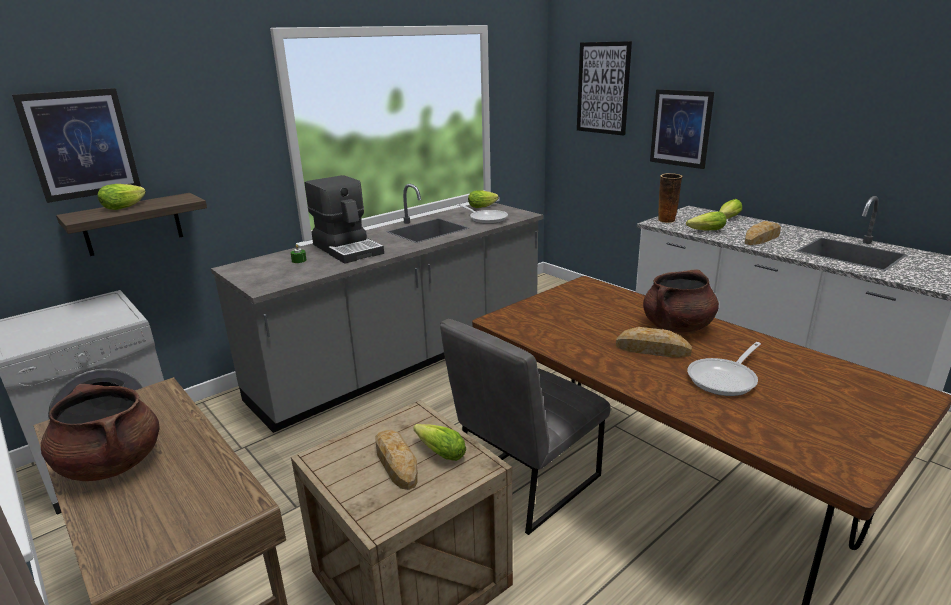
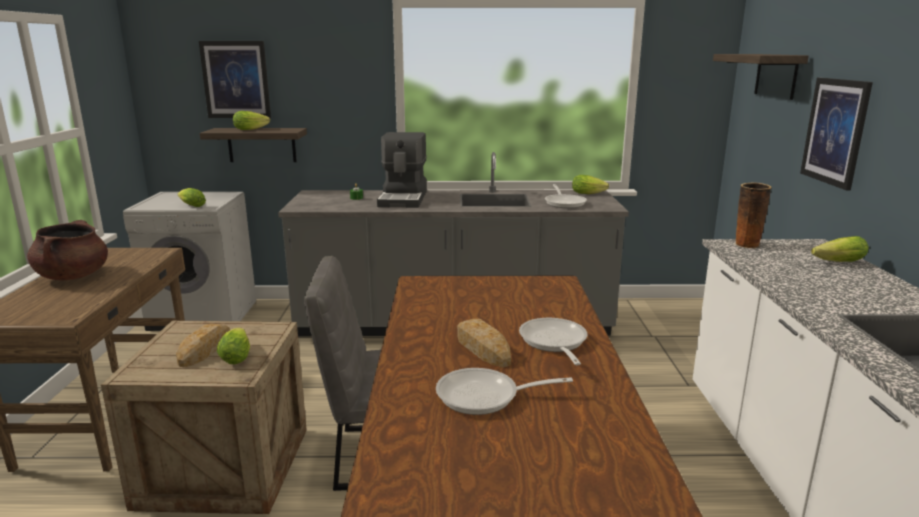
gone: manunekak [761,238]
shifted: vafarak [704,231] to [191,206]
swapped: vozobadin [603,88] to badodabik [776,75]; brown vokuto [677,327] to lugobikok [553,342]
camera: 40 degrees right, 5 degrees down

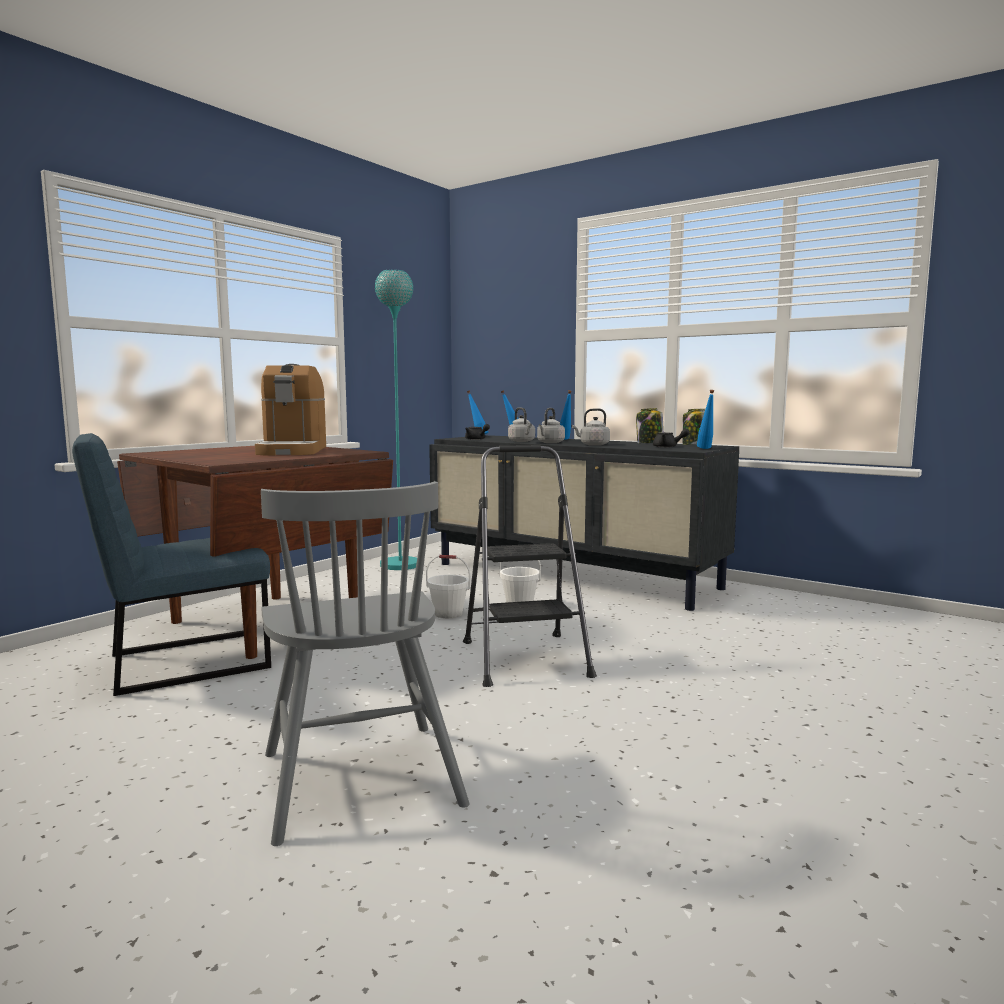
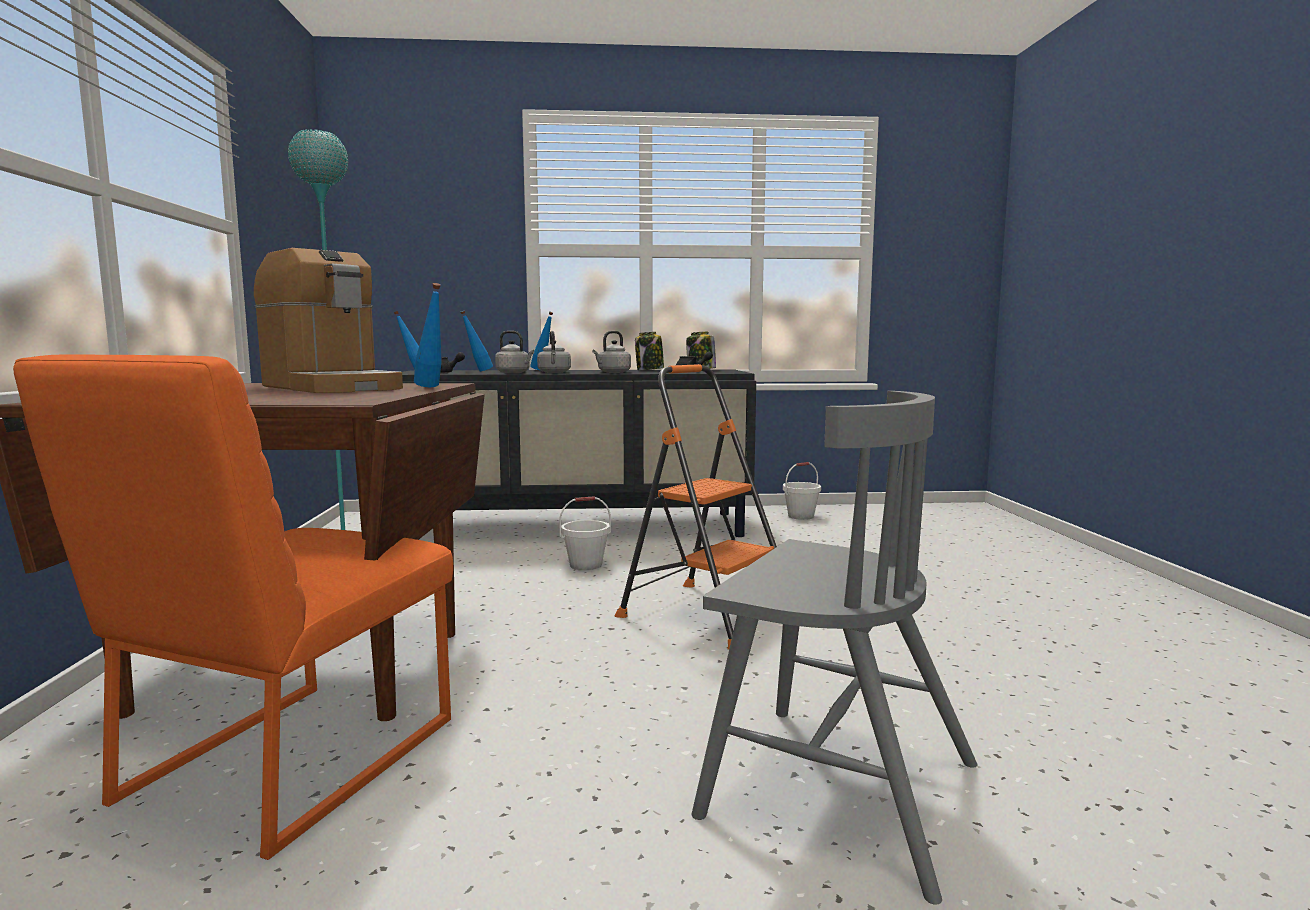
shifted: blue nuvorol [706,448] to [432,387]; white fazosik [448,614] to [801,516]
repainted: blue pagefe [183,662] to orange pagefe [284,762]; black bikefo [524,656] to orange bikefo [704,612]
camera: 40 degrees left, 0 degrees up

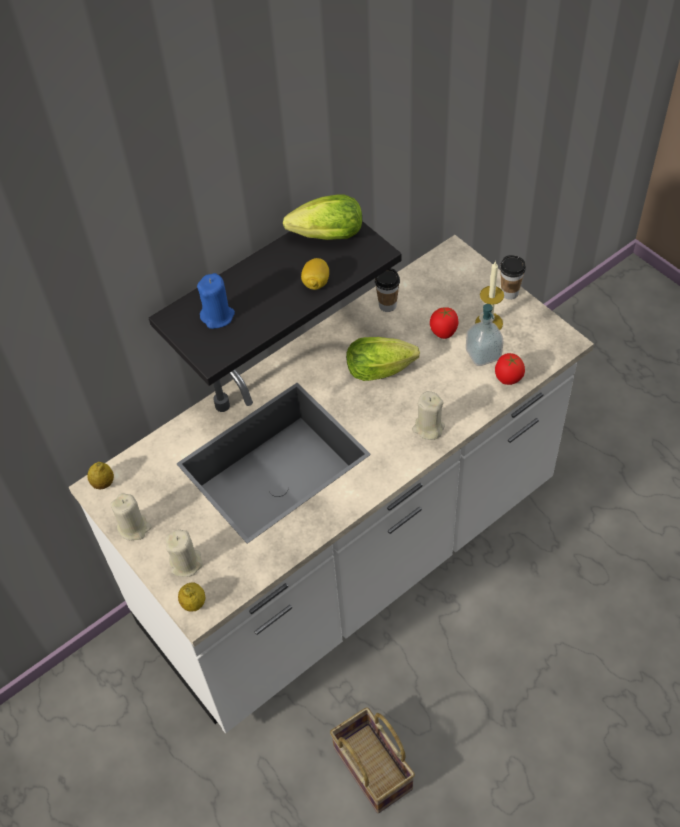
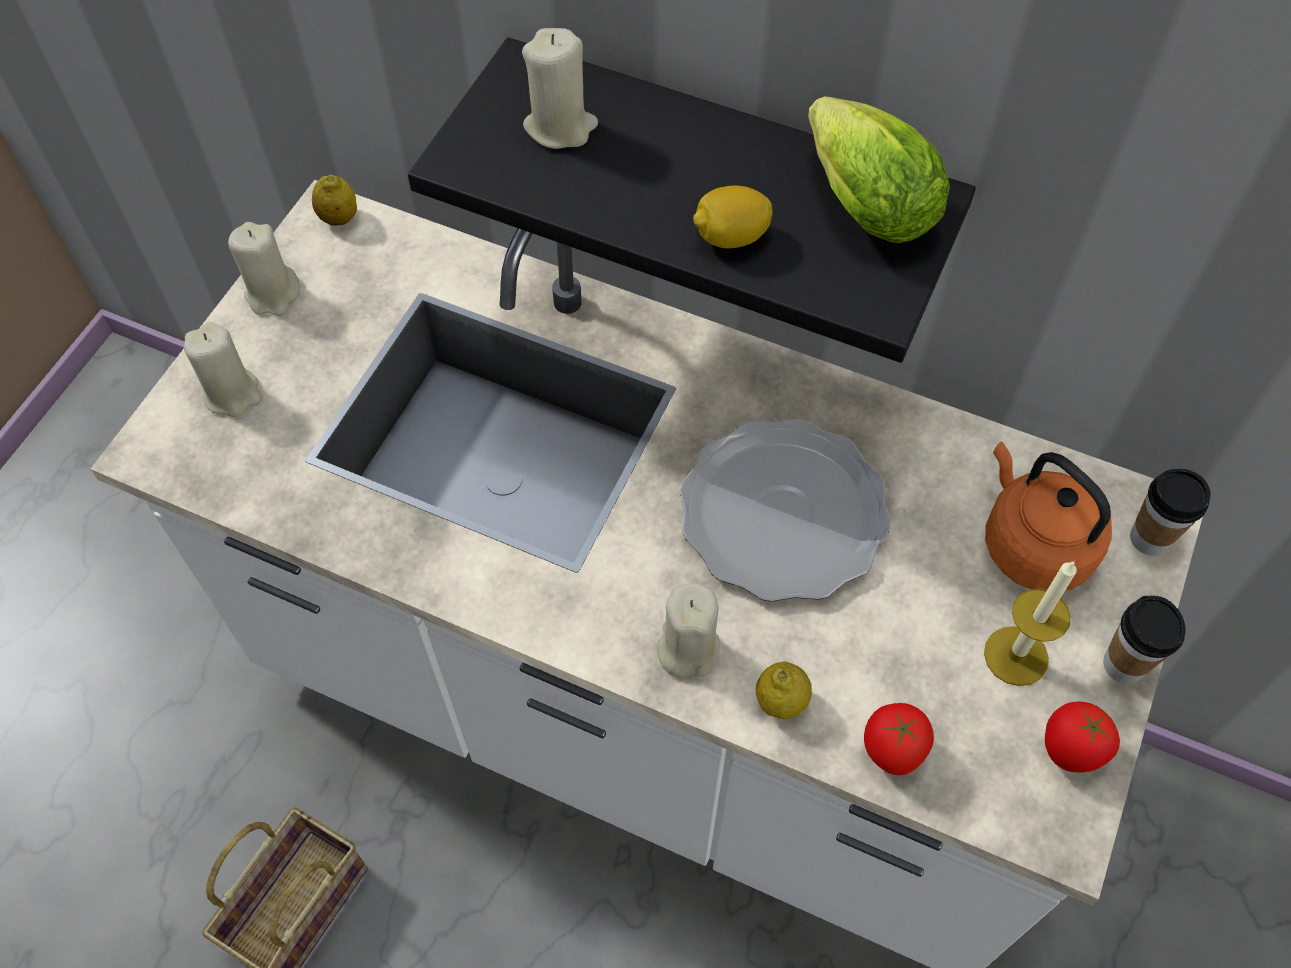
gone: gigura [483,354]
new: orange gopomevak [1032,544]
shifted: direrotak [387,305] to [1149,538]; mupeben [443,333] to [1069,751]; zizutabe [194,603] to [781,701]
swapped: vafarak [383,369] to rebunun [783,512]
repainted: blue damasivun [218,316] to beige damasivun [560,126]
camera: 60 degrees right, 5 degrees up

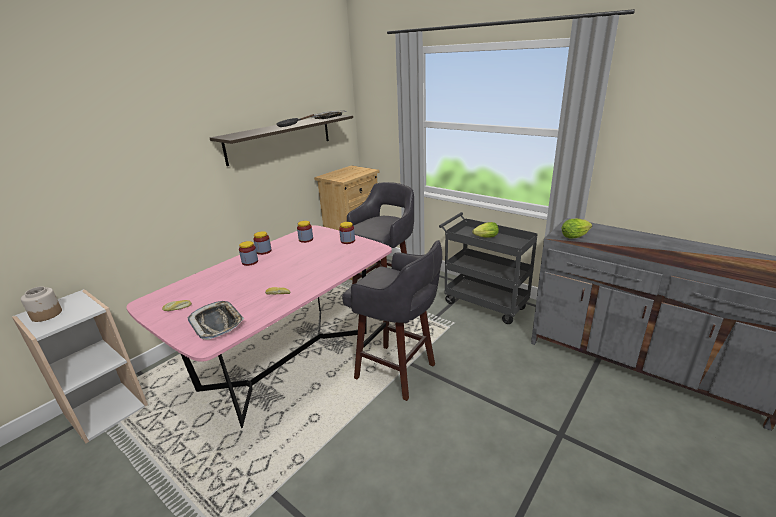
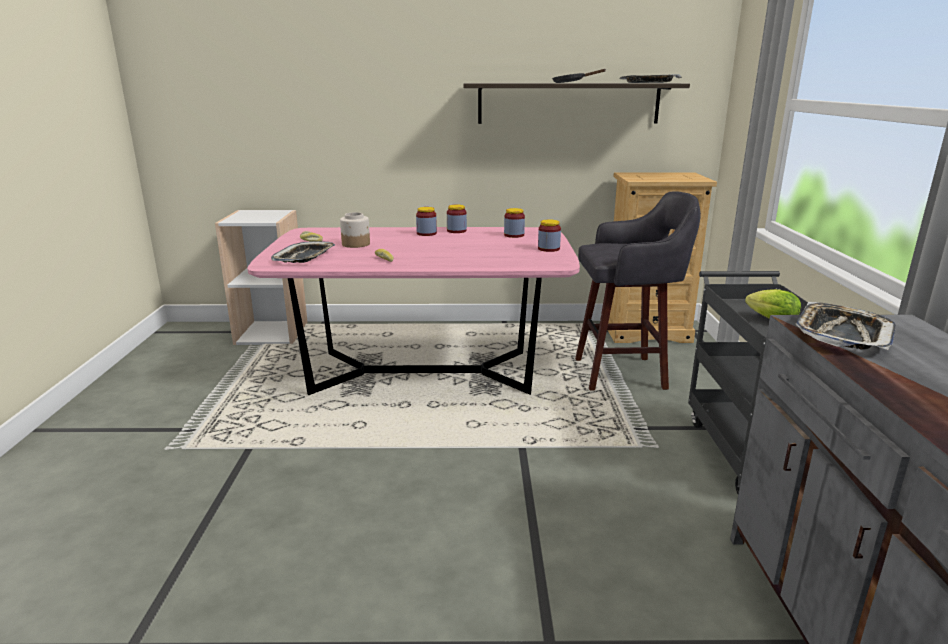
gone: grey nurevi [398,373]
shifted: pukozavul [47,314] to [356,244]
swapped: vafarak [576,236] to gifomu [842,334]
camera: 50 degrees right, 5 degrees down

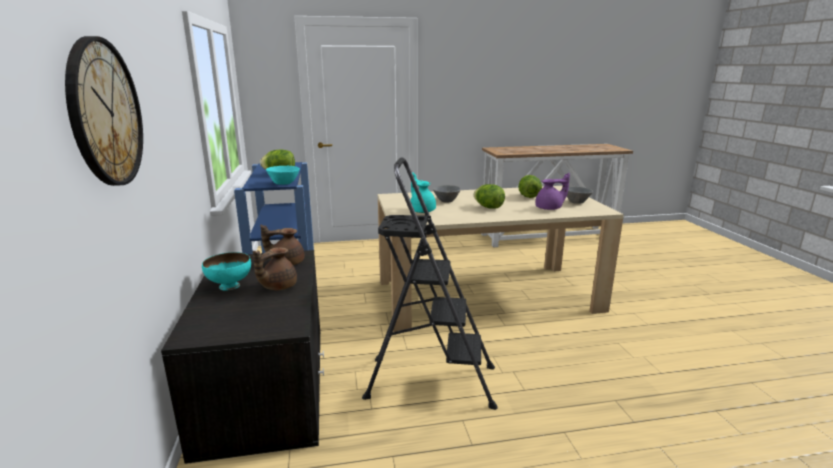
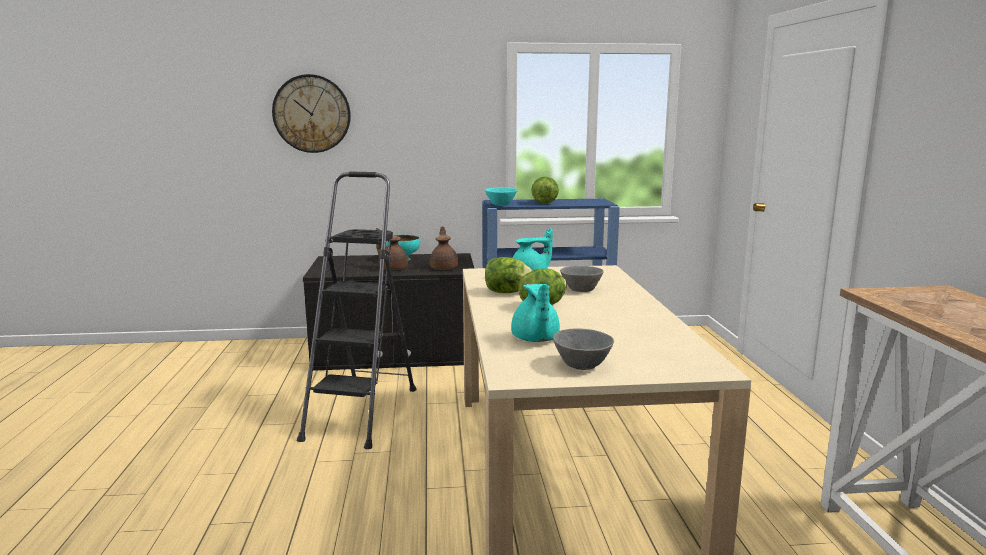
shifted: vafarak [528,196] to [507,292]
repainted: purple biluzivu [550,208] to turquoise biluzivu [535,339]
camera: 95 degrees right, 5 degrees down

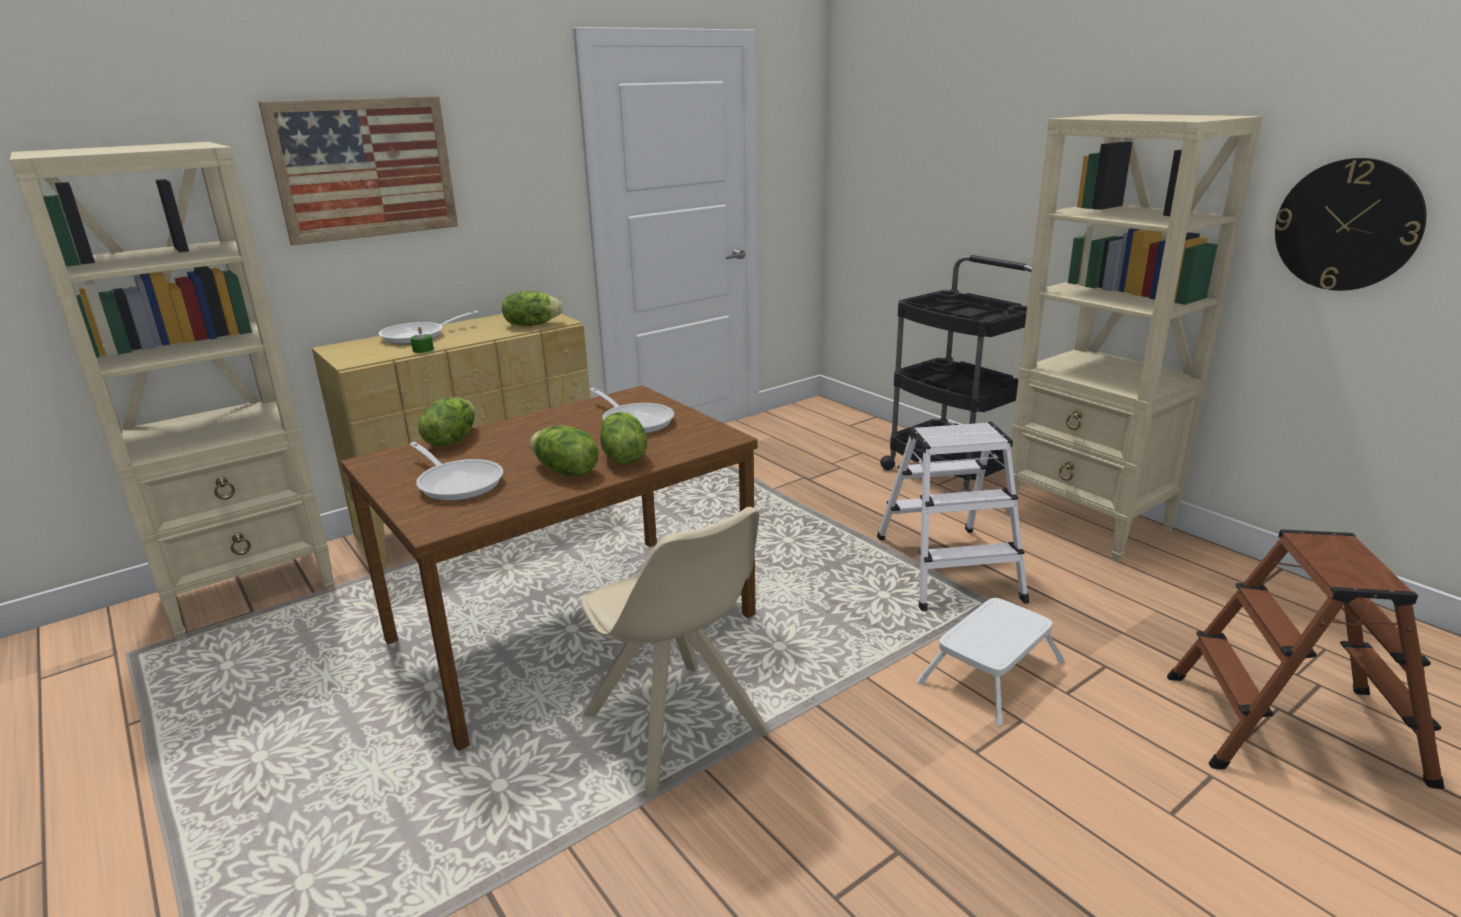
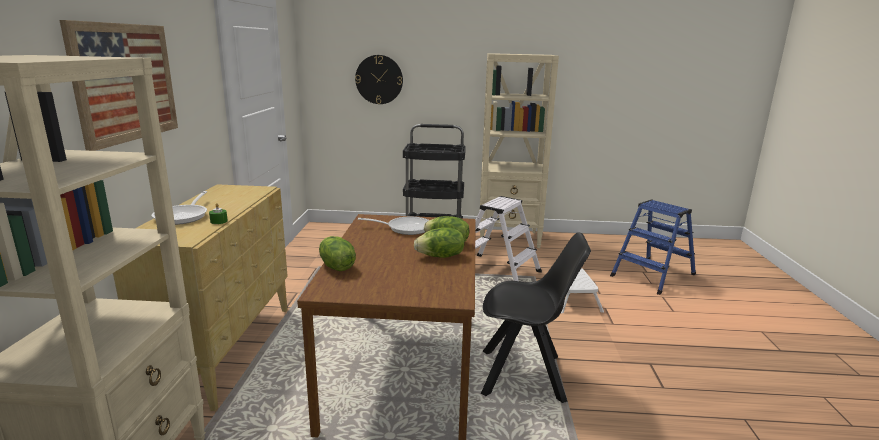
gone: vafarak [531,324]; lugobikok [458,483]
shifted: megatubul [1347,225] to [379,79]
repainted: beige pagefe [677,728] to black pagefe [525,376]; brown bikefo [1293,727] to blue bikefo [653,275]
camera: 50 degrees left, 5 degrees down

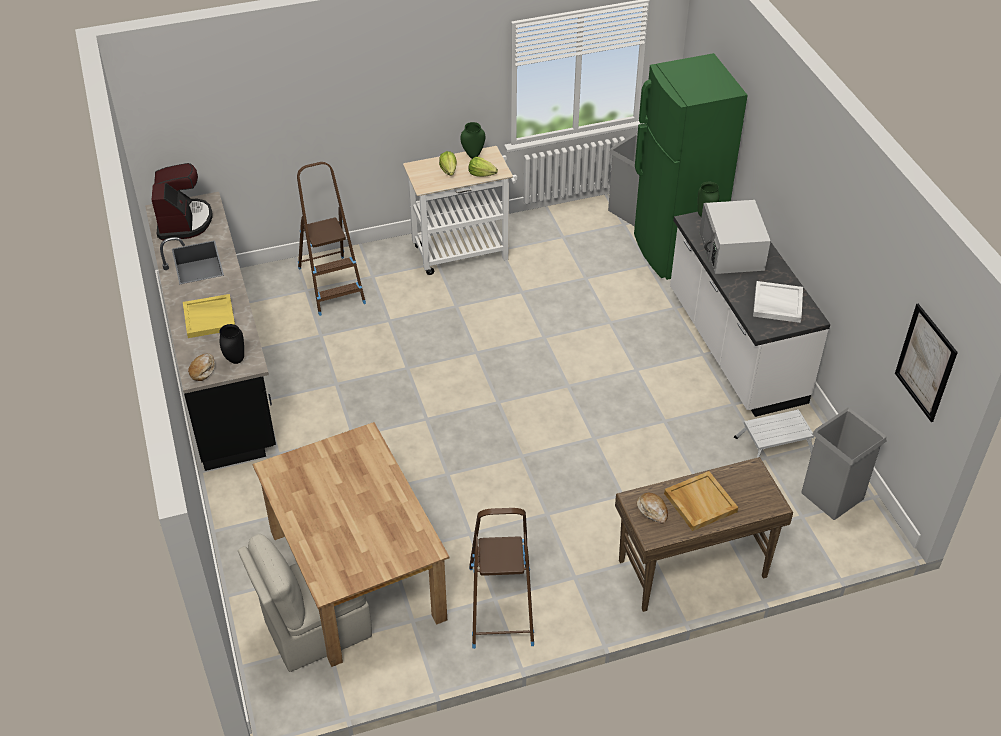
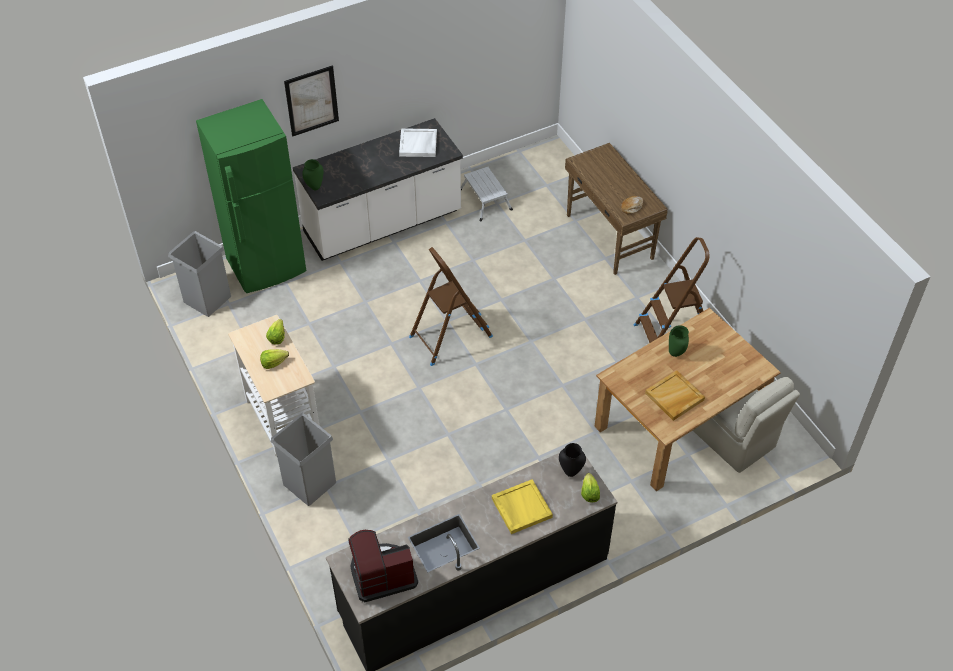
gone: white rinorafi [732,251]
shifted: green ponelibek [473,156] to [676,353]; brown bikefo [331,285] to [451,336]; vozobadin [925,363] to [311,101]; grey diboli [832,495] to [309,483]; beige gifomu [699,502] to [674,397]
swapped: manunekak [203,370] to vafarak [589,493]
camera: 100 degrees left, 5 degrees up

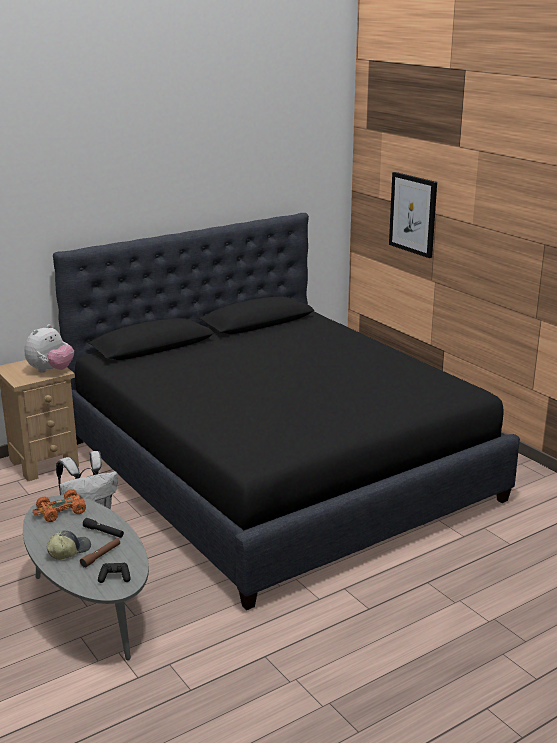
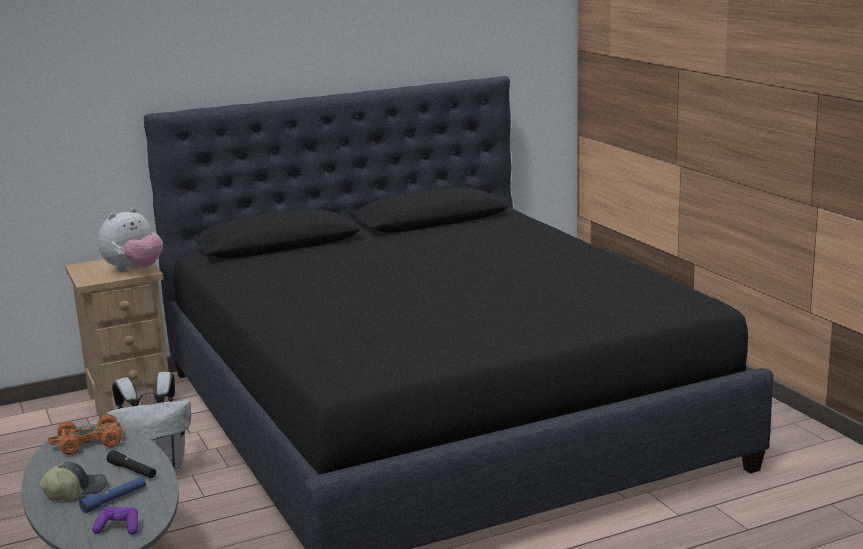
gone: vozobadin [413,214]
repainted: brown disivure [101,556] to blue disivure [114,500]; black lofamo [115,577] to purple lofamo [119,528]
camera: 10 degrees right, 5 degrees down

